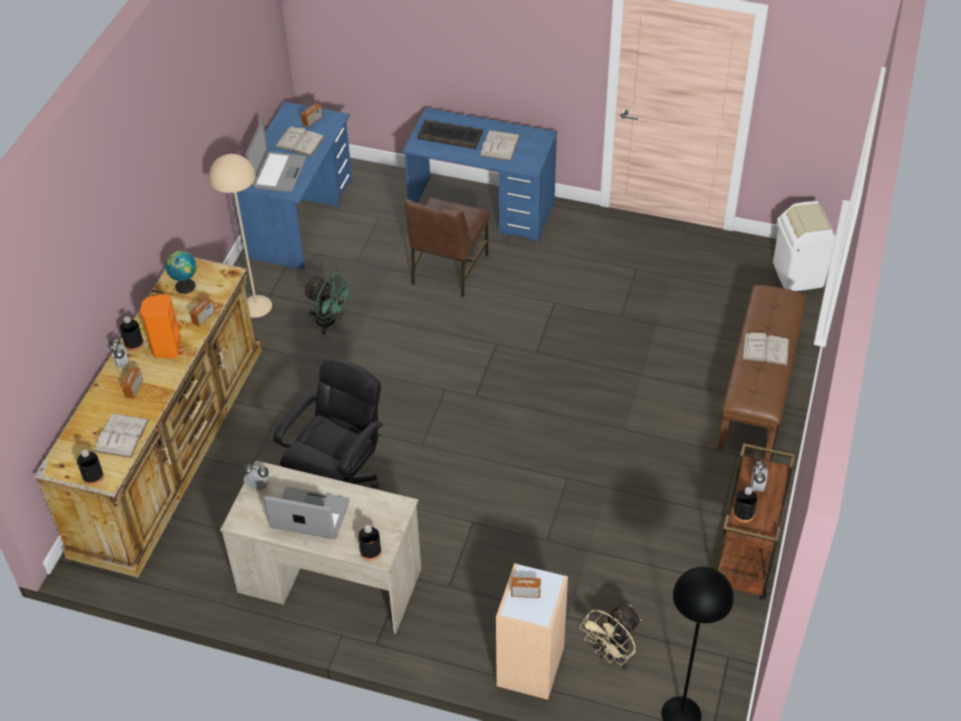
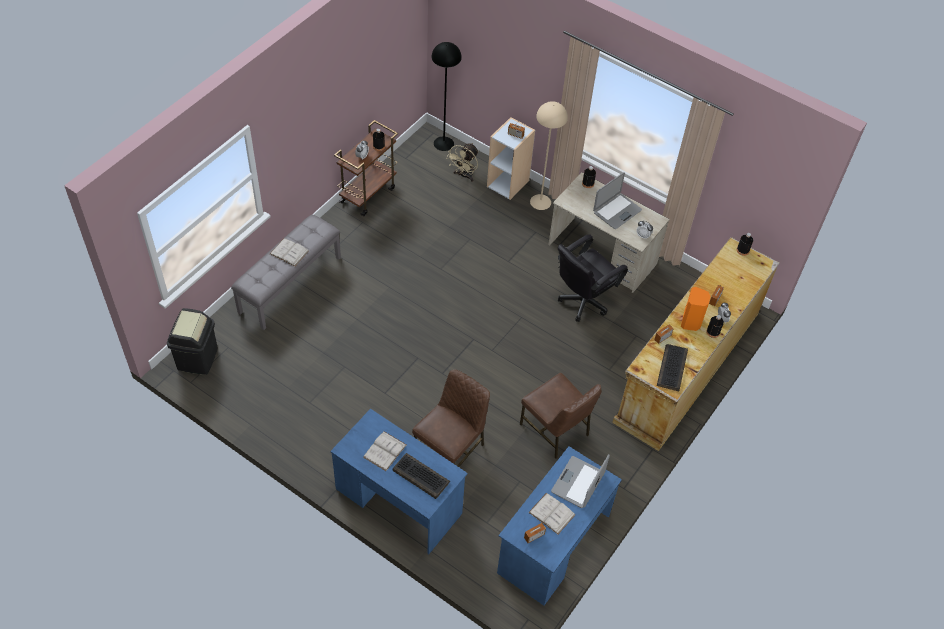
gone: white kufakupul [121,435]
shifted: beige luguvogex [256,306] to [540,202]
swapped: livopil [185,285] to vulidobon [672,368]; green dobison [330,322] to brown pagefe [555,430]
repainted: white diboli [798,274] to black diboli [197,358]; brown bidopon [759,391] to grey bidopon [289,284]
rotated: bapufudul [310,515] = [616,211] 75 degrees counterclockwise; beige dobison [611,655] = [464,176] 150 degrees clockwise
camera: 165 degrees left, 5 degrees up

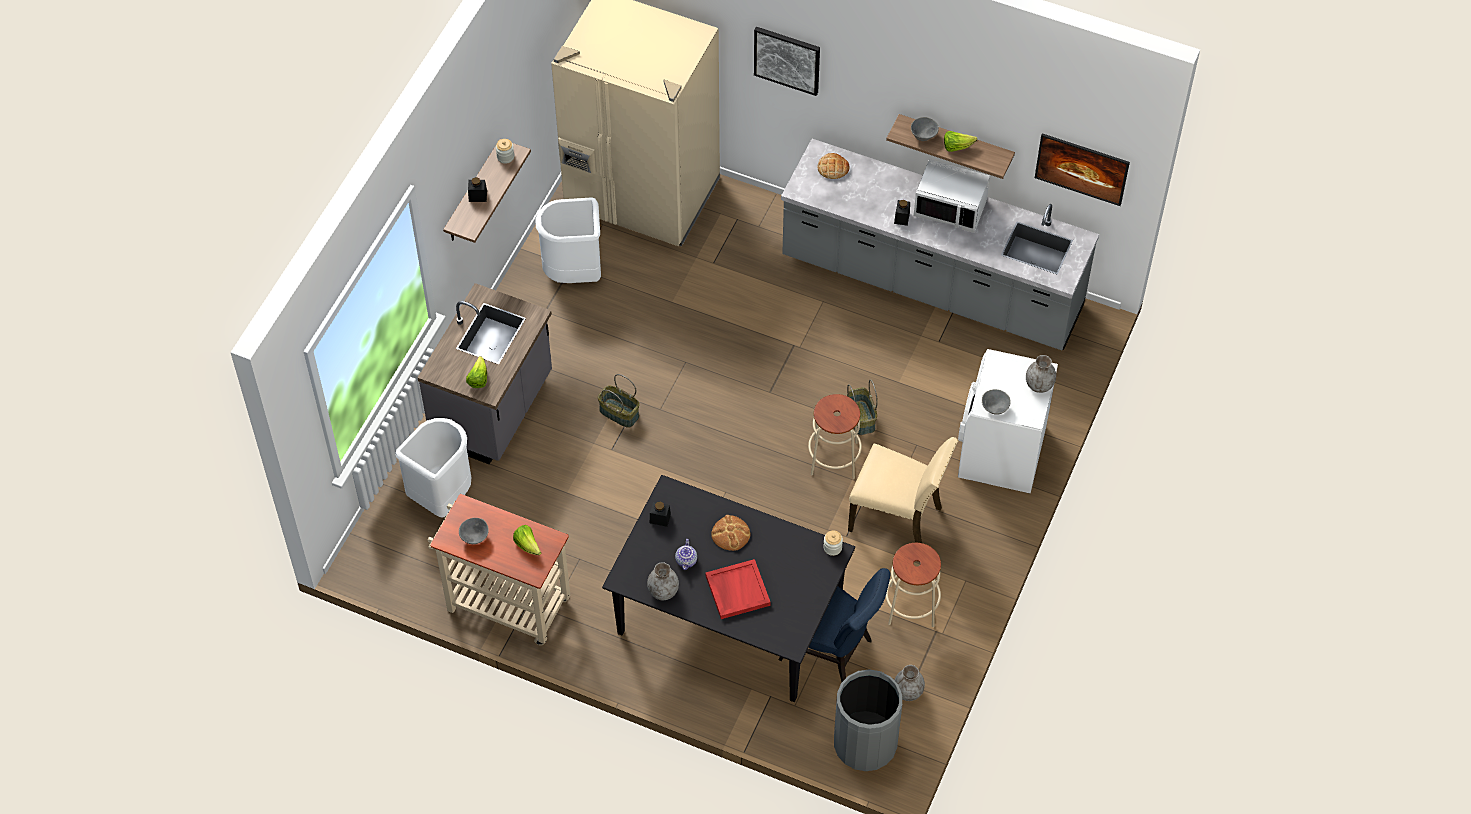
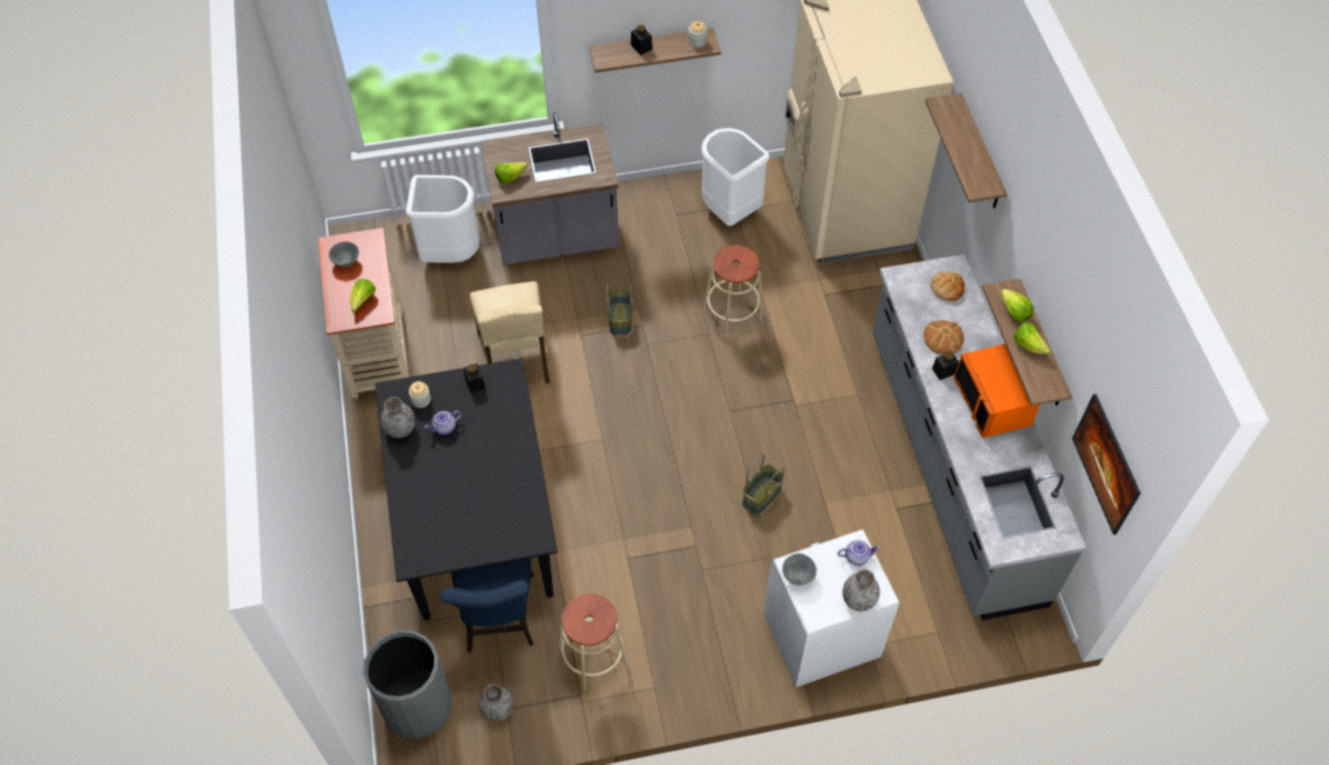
gone: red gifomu [737,590]
new: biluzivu [856,556]
shifted: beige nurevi [834,458] to [732,313]; beige pagefe [898,518] to [516,359]; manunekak [731,534] to [943,338]; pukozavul [832,548] to [421,400]
swapped: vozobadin [787,59] to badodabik [980,154]; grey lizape [924,136] to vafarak [1014,312]
repainted: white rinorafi [950,208] to orange rinorafi [993,403]
camera: 55 degrees right, 0 degrees up

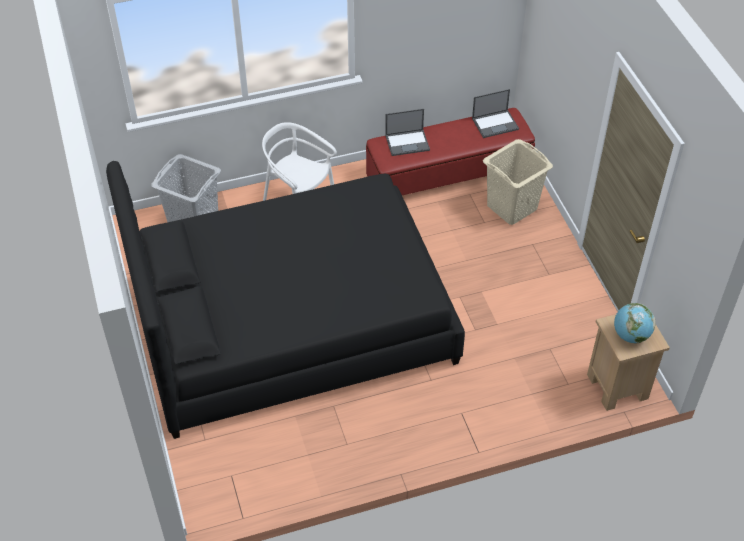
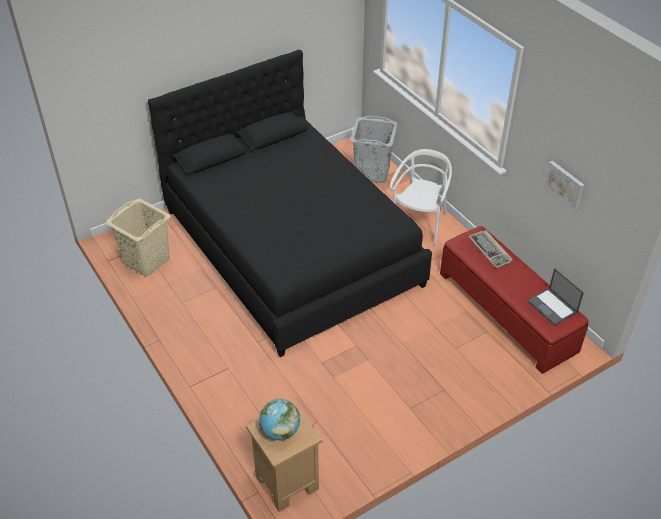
new: vozobadin [565,184]
shifted: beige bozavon [512,207] to [146,261]
swapped: bapufudul [408,142] to vulidobon [490,250]
camera: 75 degrees right, 5 degrees down

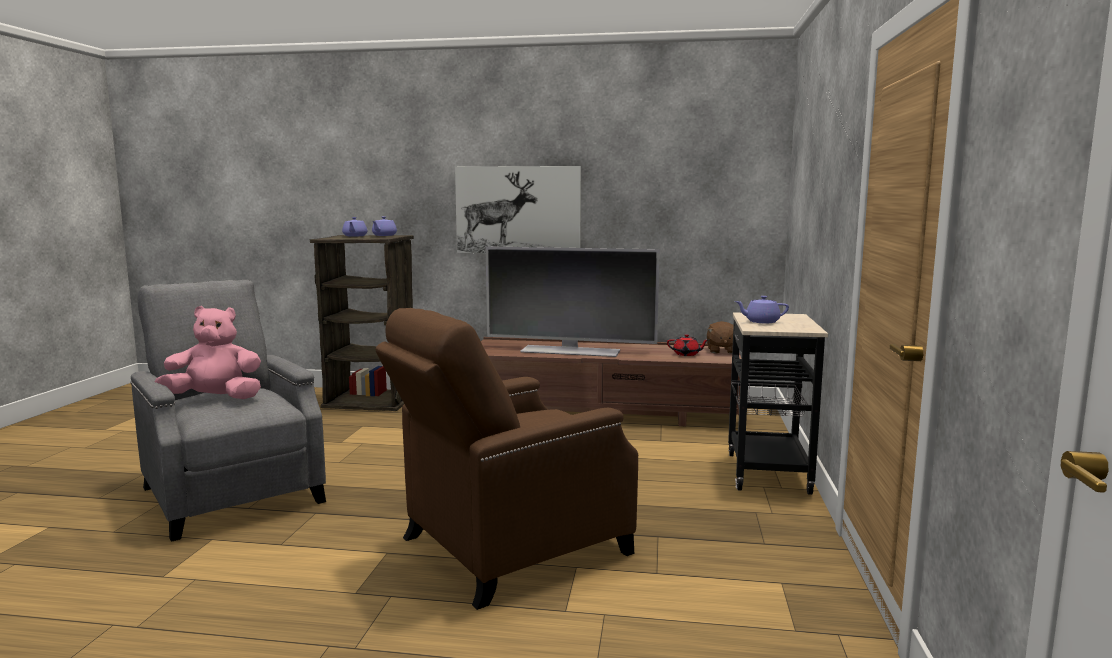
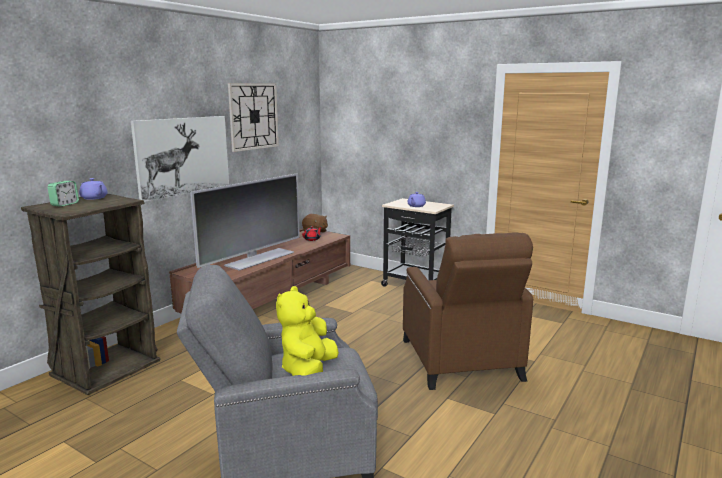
new: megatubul [253,116]
swapped: purple biluzivu [354,236] to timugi [65,204]
repainted: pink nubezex [215,399] to yellow nubezex [308,371]
camera: 65 degrees left, 5 degrees up

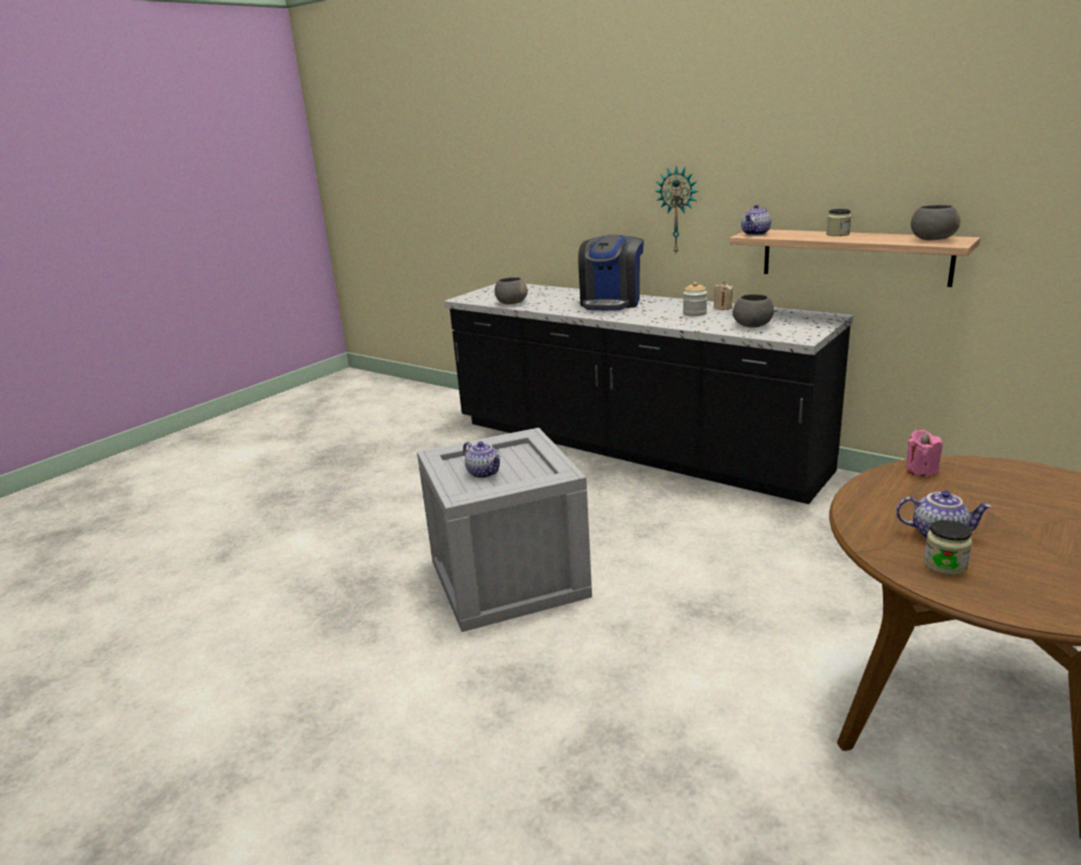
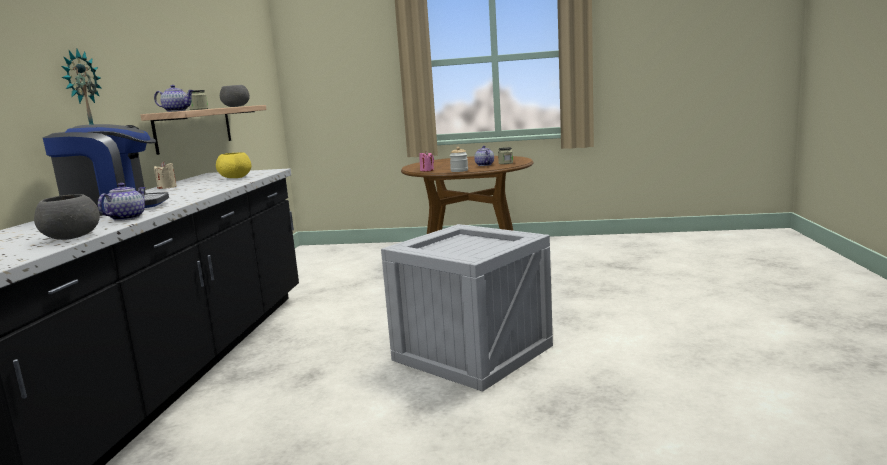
shifted: pukozavul [694,313] to [459,171]; biluzivu [484,473] to [126,218]
repainted: grey lizape [753,325] to yellow lizape [236,177]
camera: 120 degrees left, 10 degrees down

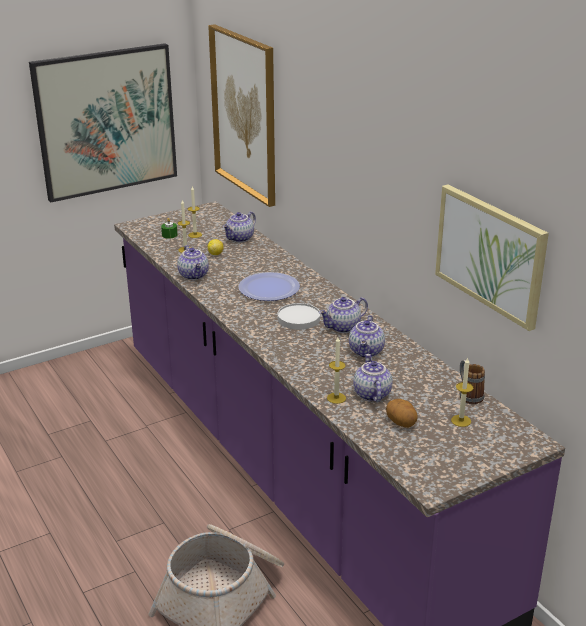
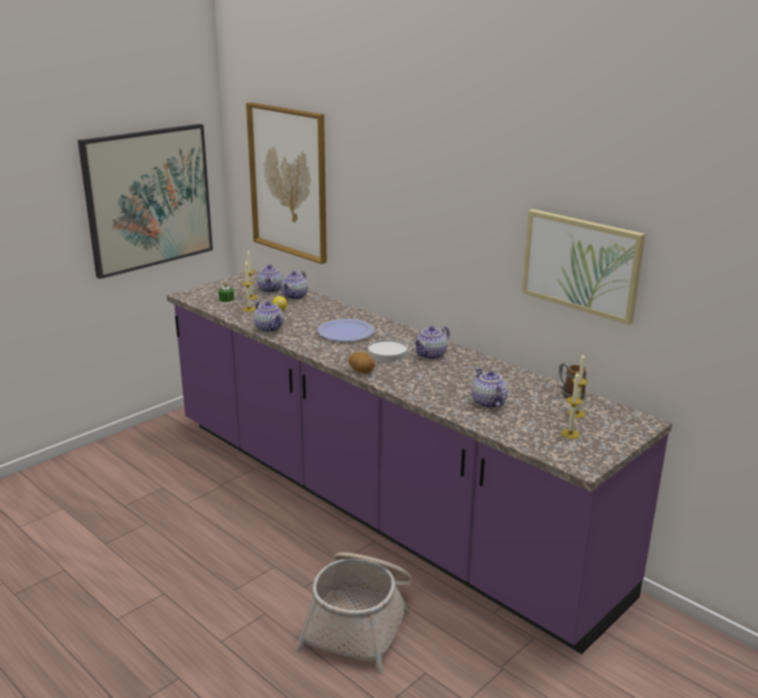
shifted: biluzivu [367,351] to [271,290]; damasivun [336,398] to [570,434]; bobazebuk [401,423] to [362,371]
camera: 15 degrees left, 5 degrees down

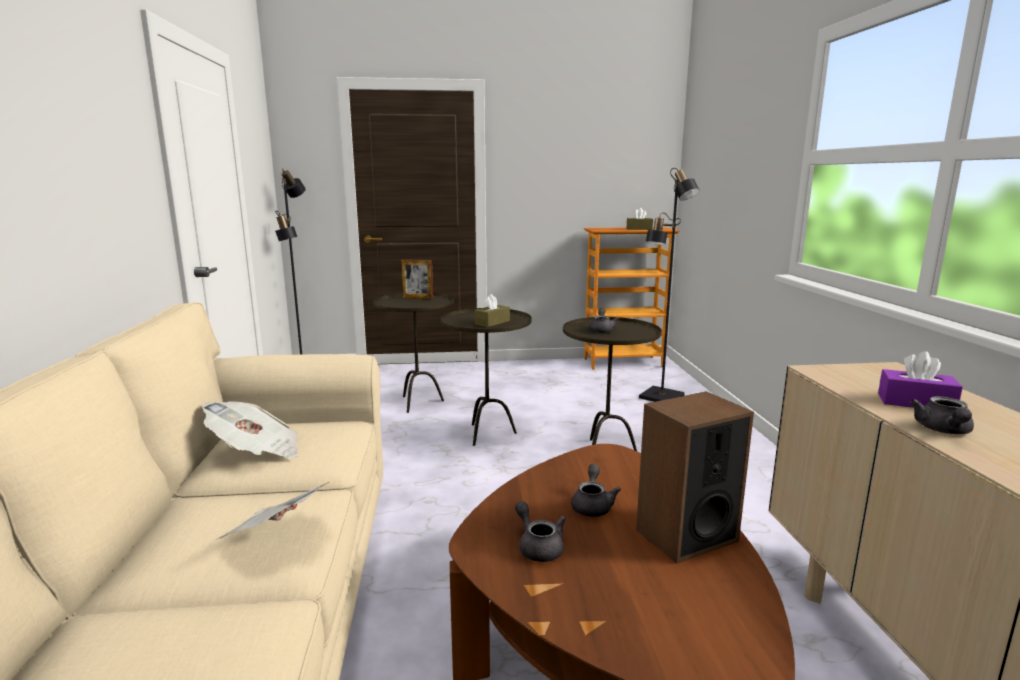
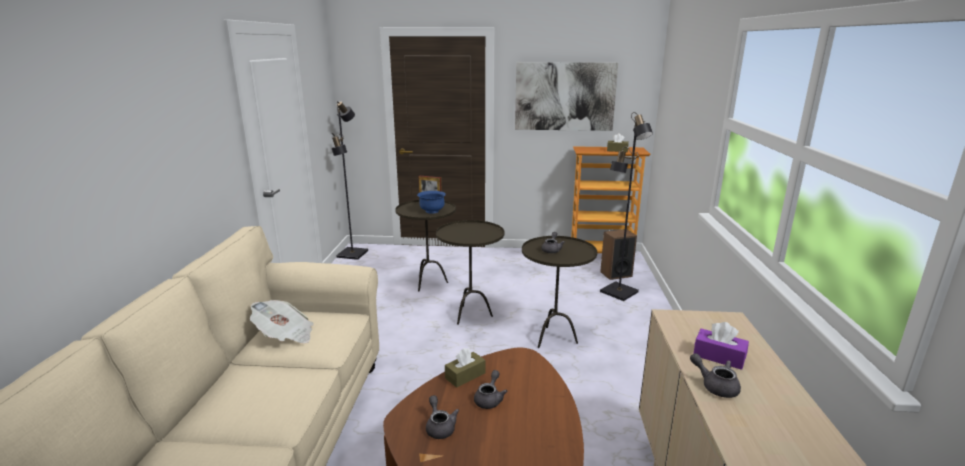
gone: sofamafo [276,537]
new: vozobadin [565,96]; blue lizape [432,211]
shifted: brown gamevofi [492,322] to [465,375]; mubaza [685,535] to [616,274]
rotated: grey biluzivu [943,431] = [715,386] 105 degrees clockwise
camera: 10 degrees right, 5 degrees up

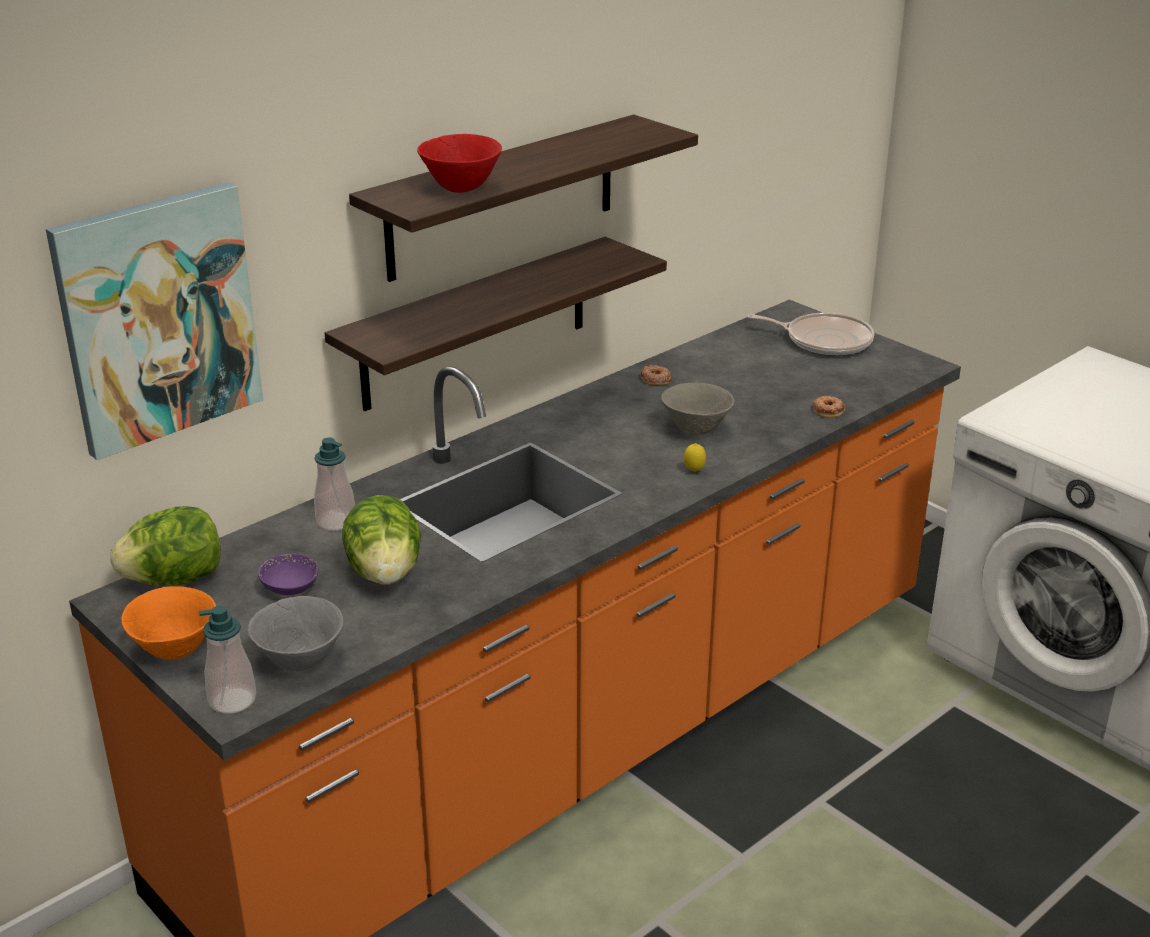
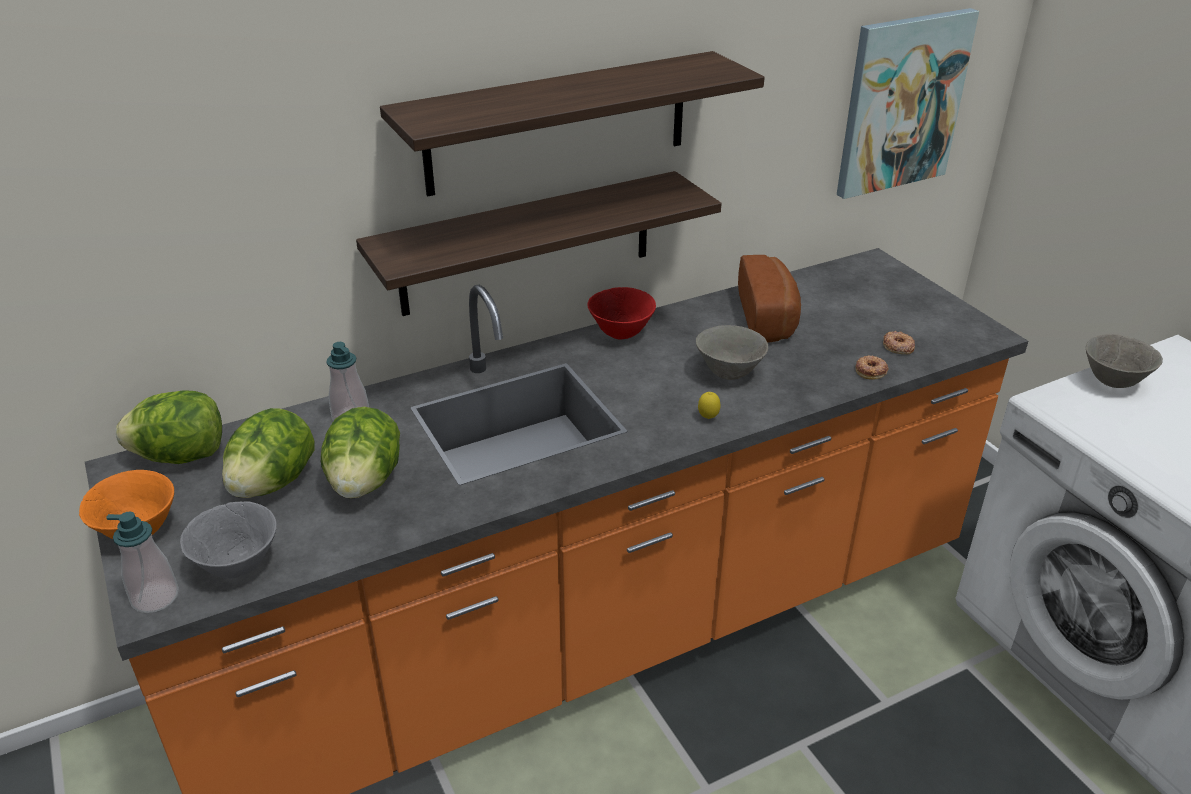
gone: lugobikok [824,340]
new: manunekak [769,317]; grey lizape [1112,382]
shifted: red lizape [461,189] to [621,334]; vozobadin [158,318] to [901,103]; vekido [655,379] to [898,346]
swapped: purple lizape [290,588] to vafarak [273,483]
camera: 15 degrees right, 5 degrees up

